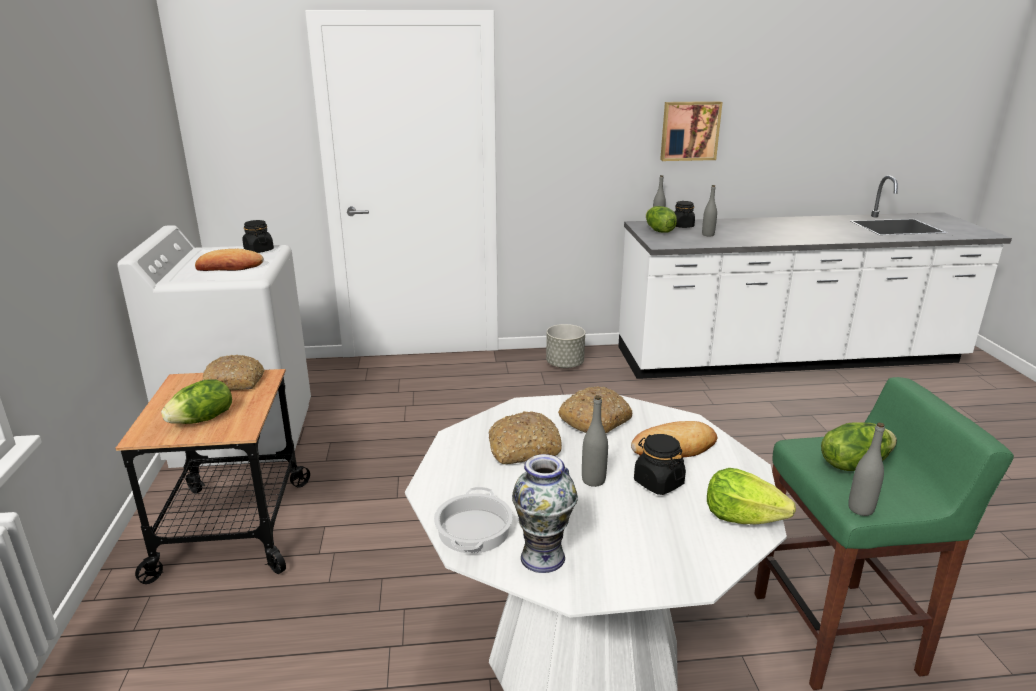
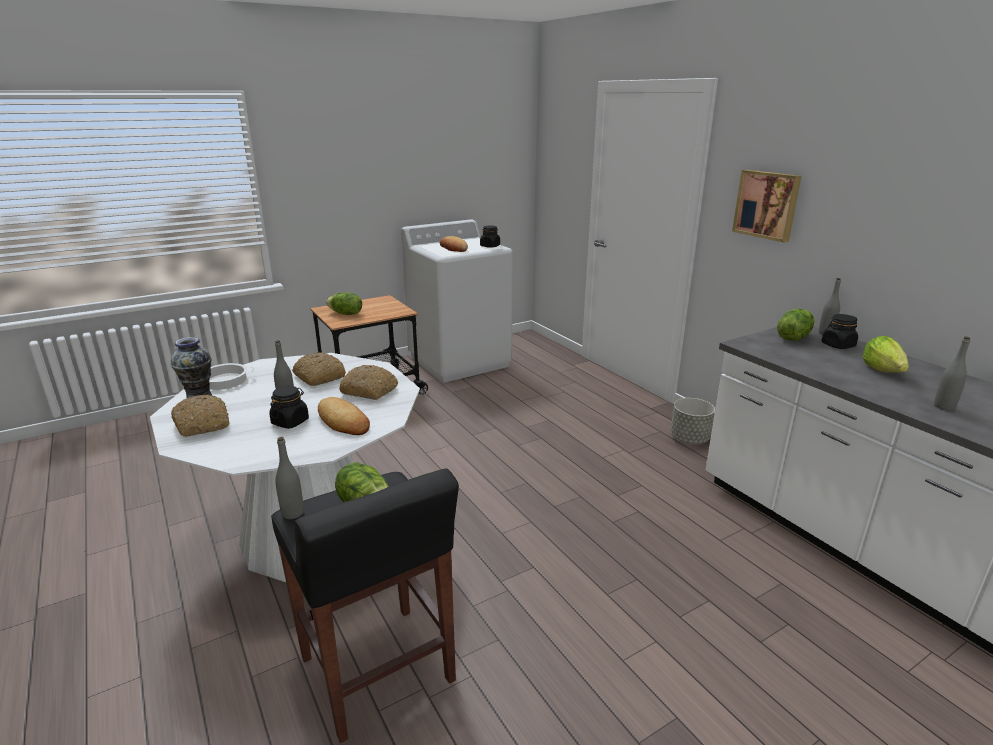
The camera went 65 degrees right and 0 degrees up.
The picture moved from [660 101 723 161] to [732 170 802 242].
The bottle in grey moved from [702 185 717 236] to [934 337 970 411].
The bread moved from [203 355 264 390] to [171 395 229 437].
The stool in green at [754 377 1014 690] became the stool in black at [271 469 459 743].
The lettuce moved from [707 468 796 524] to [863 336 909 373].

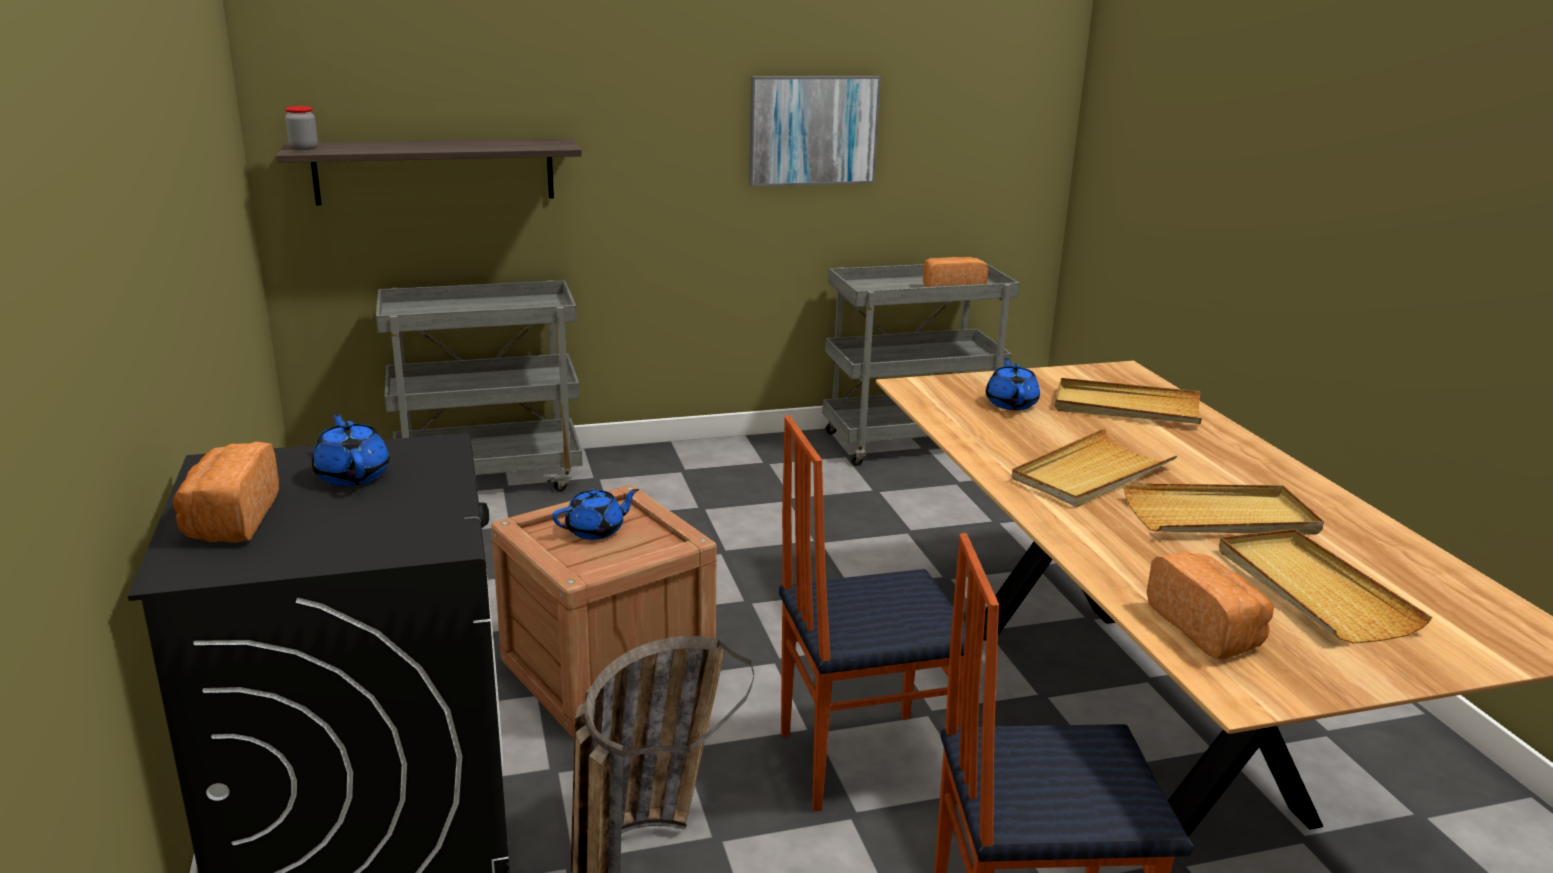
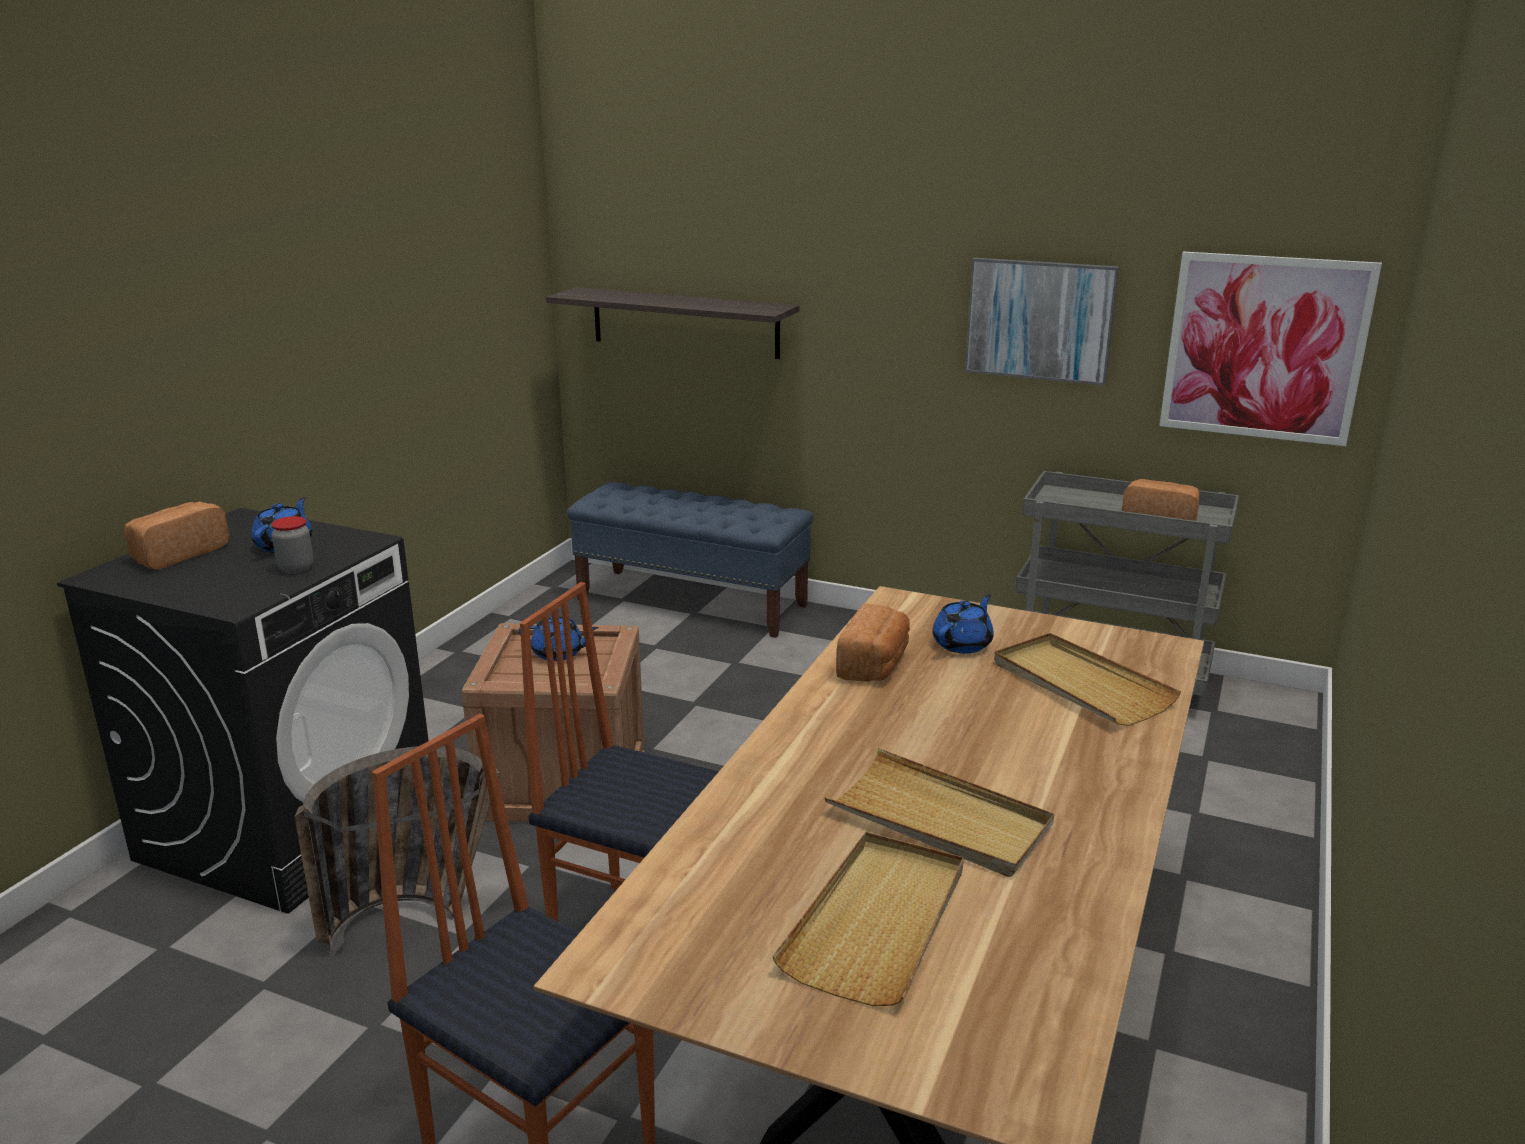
The camera went 40 degrees right and 0 degrees up.
The jar moved from [285 106 318 150] to [271 516 313 574].
The cart in grey at [376 280 582 491] was replaced by the bench in blue at [567 482 813 638].
The tray in beige at [1012 428 1178 507] disappeared.
The bread moved from [1147 552 1274 659] to [836 603 910 682].
The picture at [1159 252 1382 446] appeared.

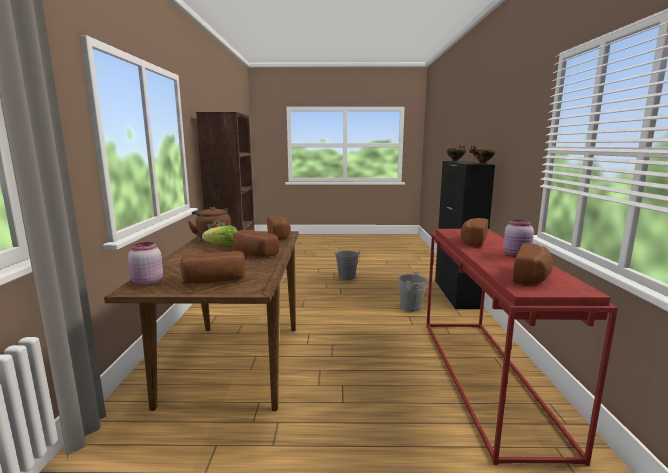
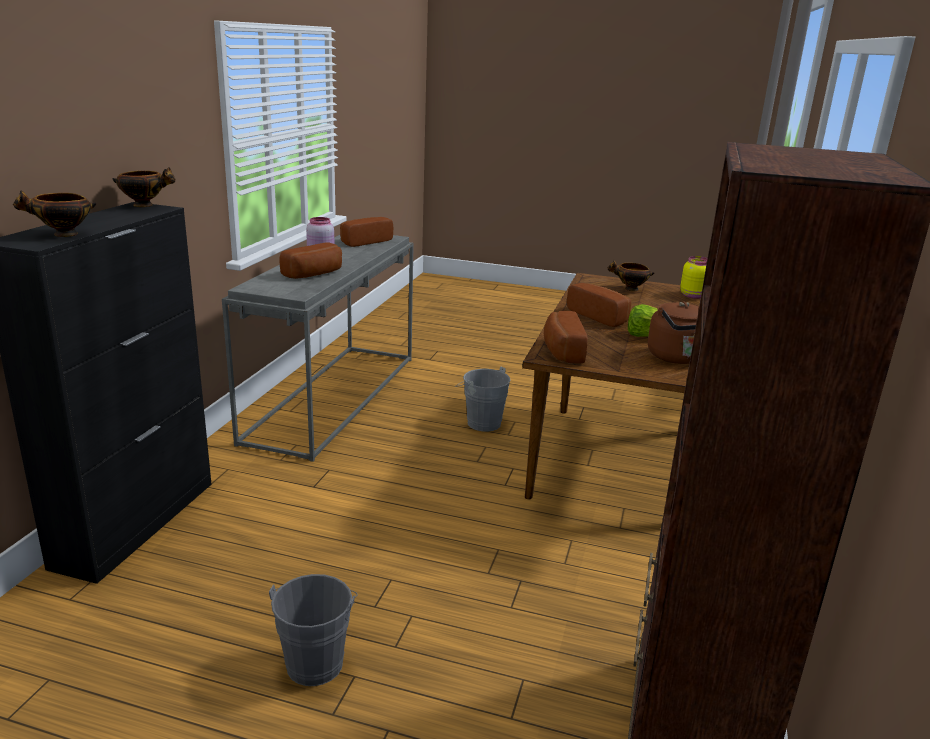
The camera went 165 degrees left and 10 degrees up.
The console table in red at [426 229 618 466] became the console table in grey at [222 235 414 462].
The jar in pink at [128 242 163 286] became the jar in yellow at [680 256 708 299].
The bread at [180 251 246 283] was replaced by the bowl at [608 260 655 291].
The bucket in grey moved from [398 272 432 312] to [455 366 511 432].

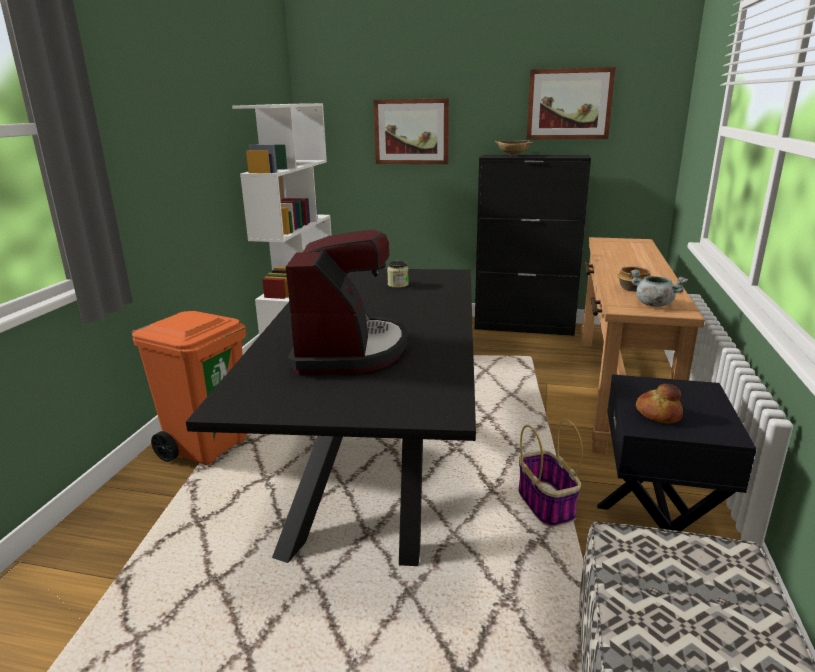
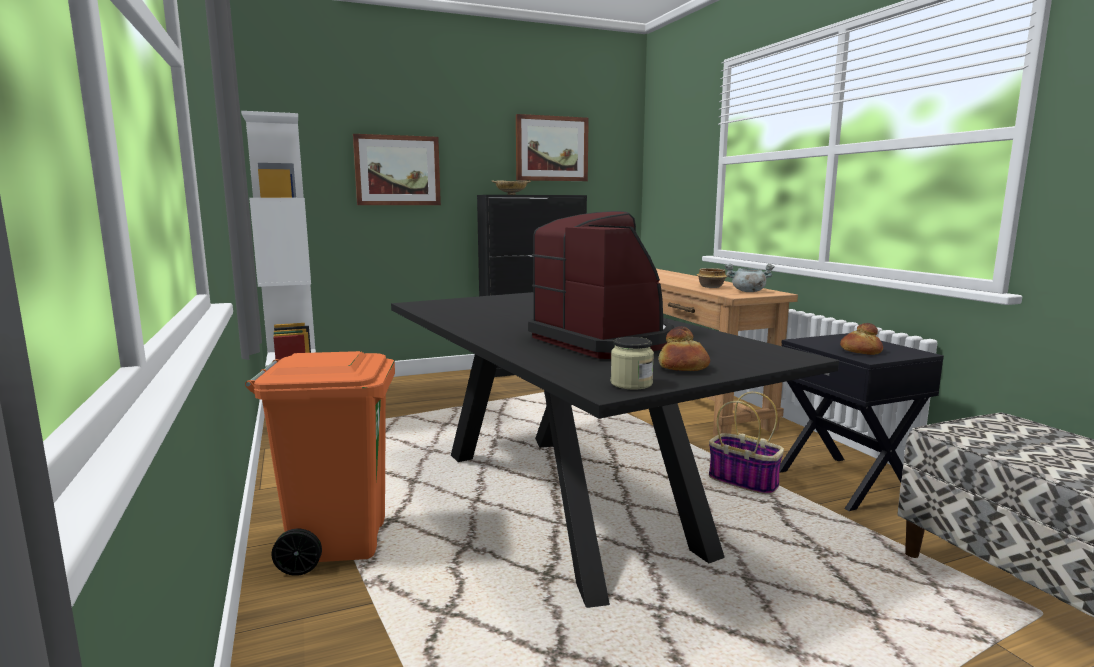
The camera went 35 degrees left and 10 degrees down.
The jar moved from [387 261 409 288] to [611 337 654 389].
The bread at [659 326 710 371] appeared.

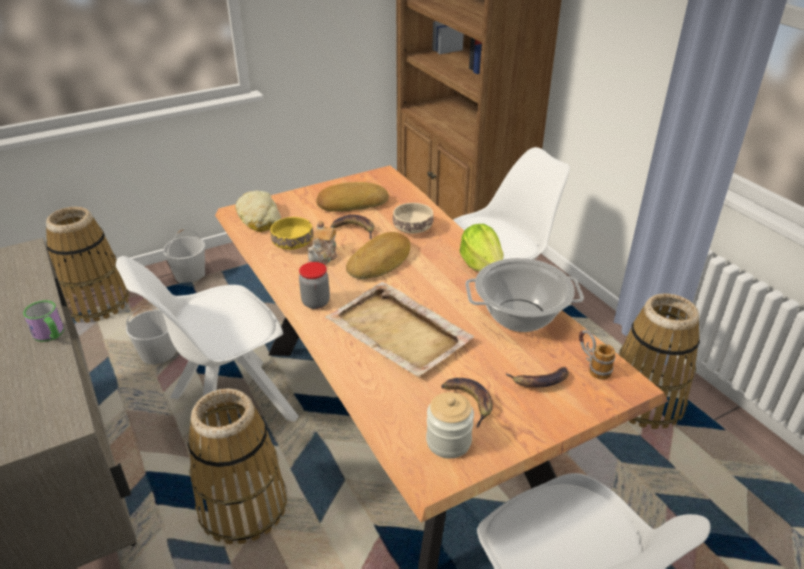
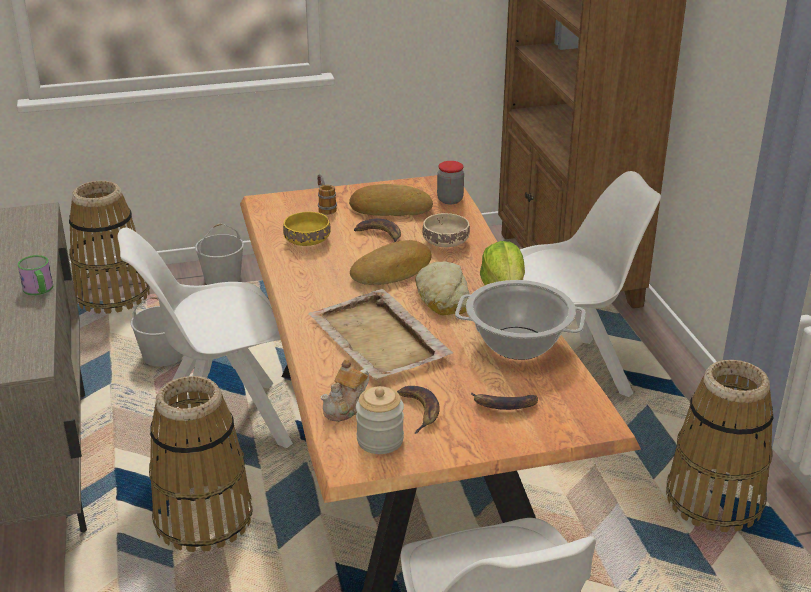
The camera went 15 degrees right and 5 degrees down.
The bread moved from [235 190 281 232] to [415 261 470 315].
The teapot moved from [307 221 337 265] to [321 359 369 422].
The jar moved from [299 262 330 309] to [437 161 464 204].
The mug moved from [579 330 615 380] to [317 174 337 215].

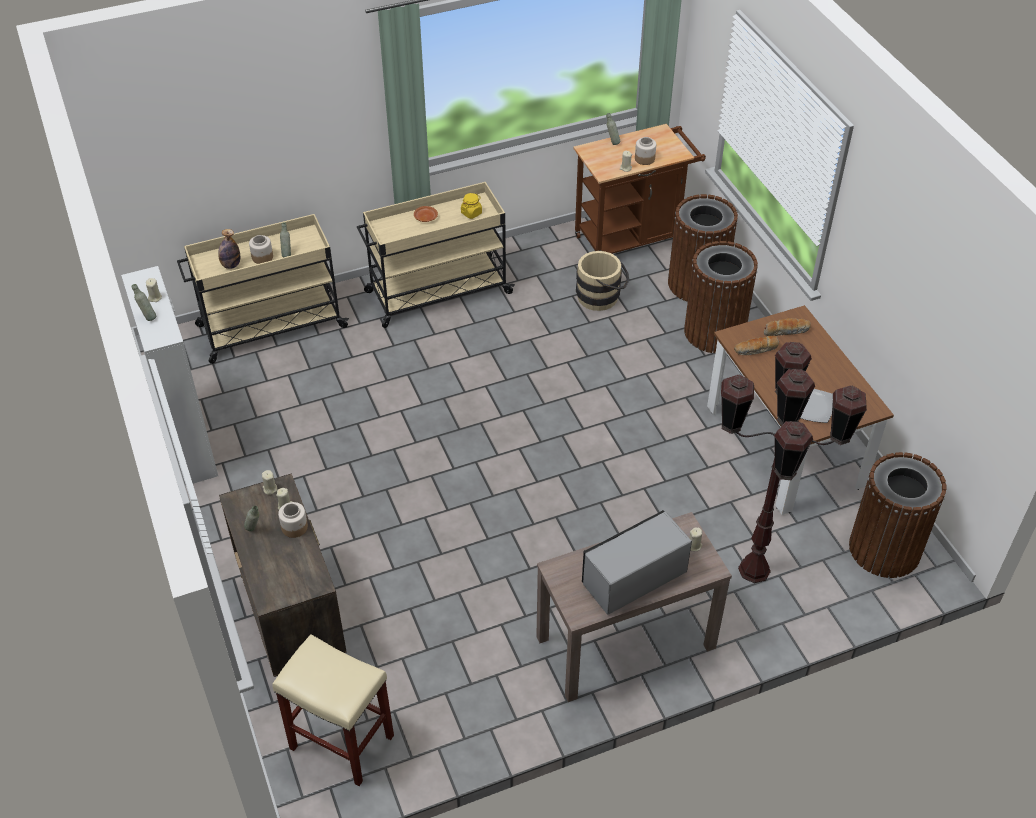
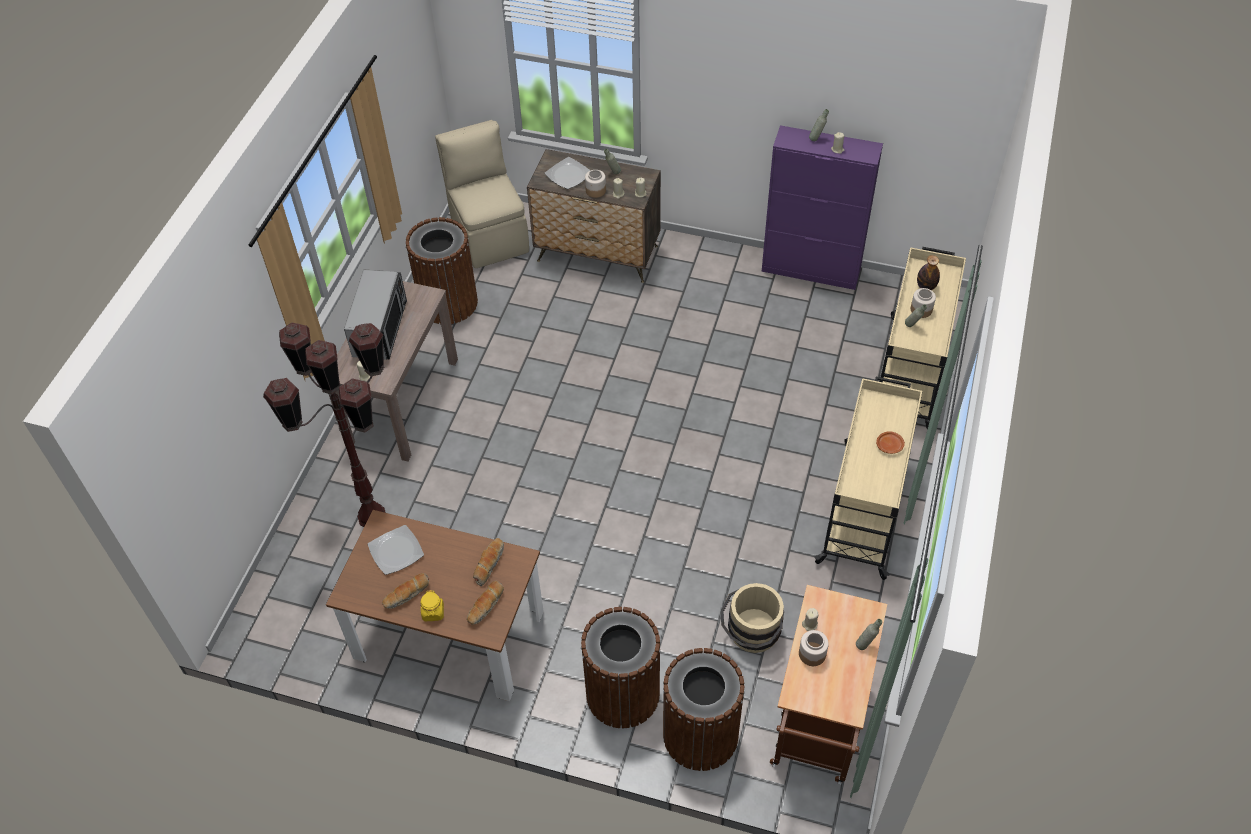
The camera went 130 degrees right and 5 degrees up.
The jar in yellow moved from [461 193 482 219] to [420 590 444 621].
The cabinet in white at [121 266 218 486] became the cabinet in purple at [762 125 883 290].
The trash can in brown moved from [849 452 947 578] to [406 217 478 324].
The stool in beige at [272 634 394 786] was replaced by the chair in beige at [435 120 529 268].
The plate at [545 157 590 189] appeared.
The bread at [382 573 429 609] appeared.

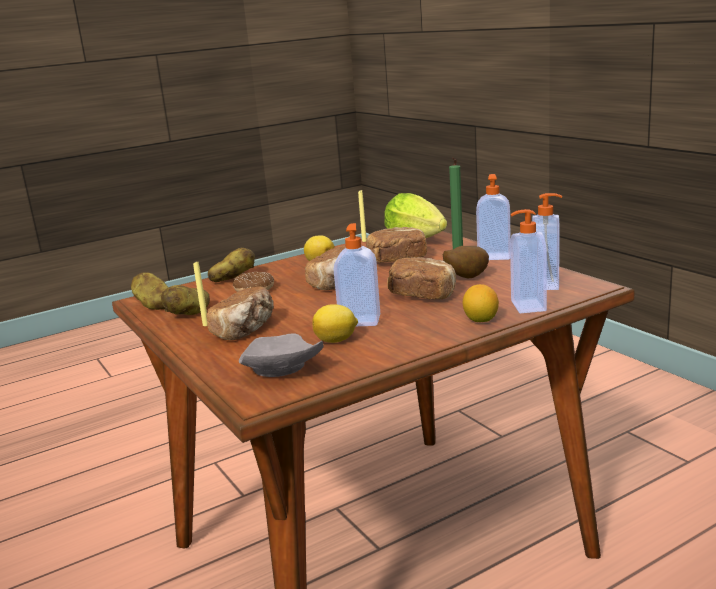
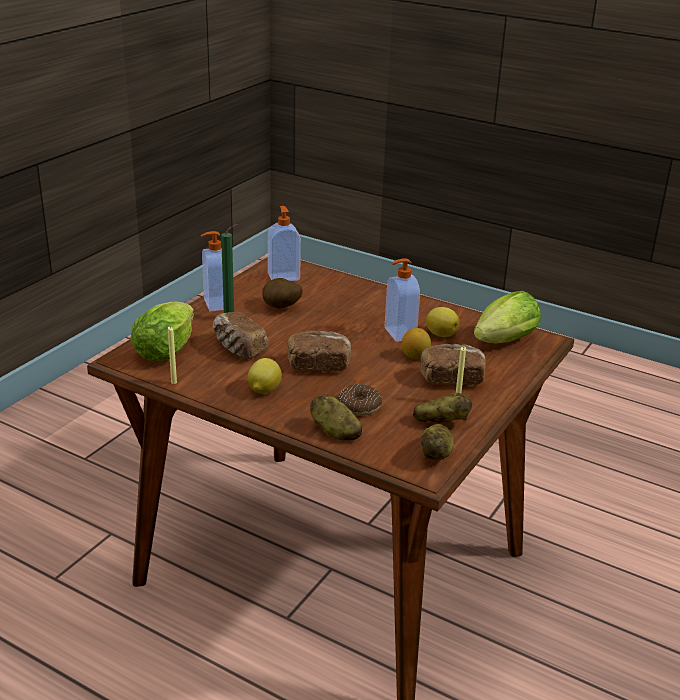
The camera went 120 degrees left and 10 degrees up.
The soap dispenser at [510 209 547 313] disappeared.
The bread at [387 257 456 299] disappeared.
The lemon moved from [463 284 499 322] to [402 328 431 359].
The plate in grey at [239 333 323 377] was replaced by the lettuce at [474 291 541 344].

